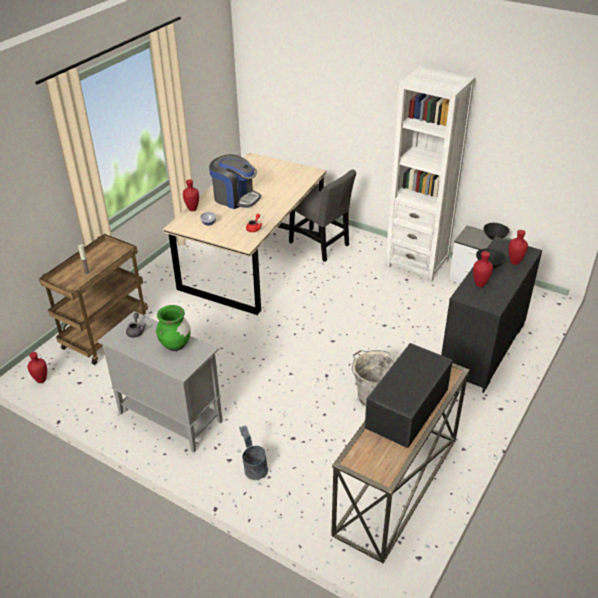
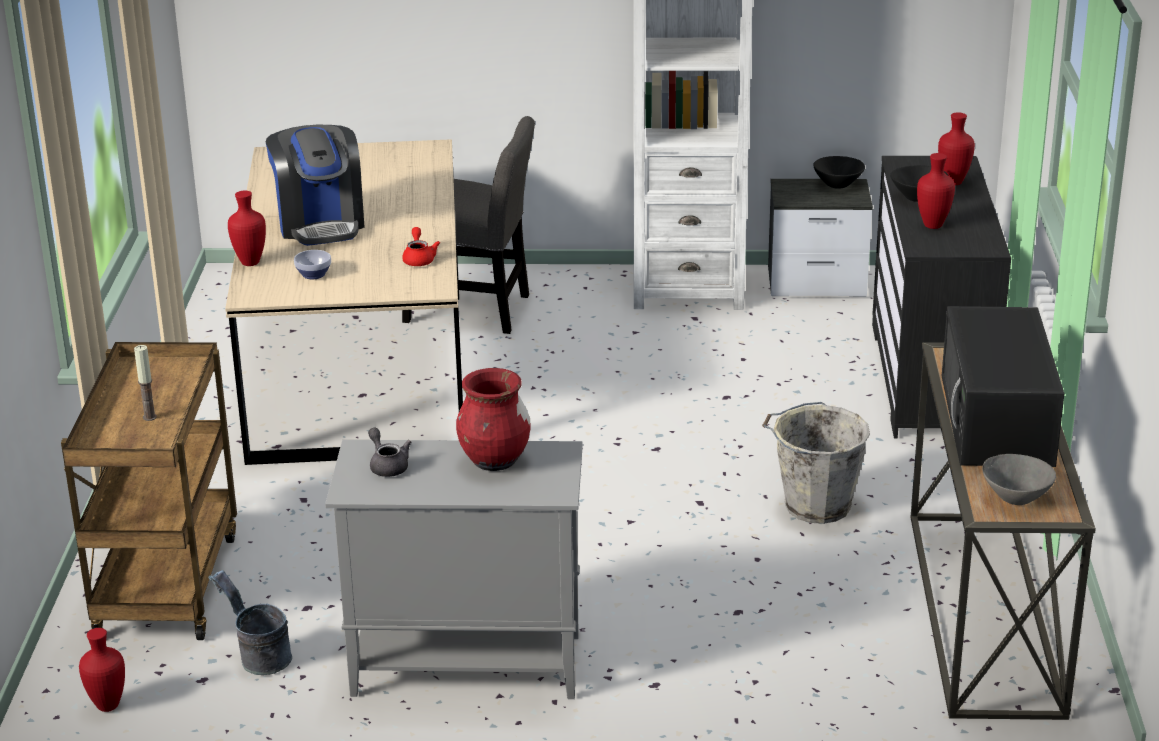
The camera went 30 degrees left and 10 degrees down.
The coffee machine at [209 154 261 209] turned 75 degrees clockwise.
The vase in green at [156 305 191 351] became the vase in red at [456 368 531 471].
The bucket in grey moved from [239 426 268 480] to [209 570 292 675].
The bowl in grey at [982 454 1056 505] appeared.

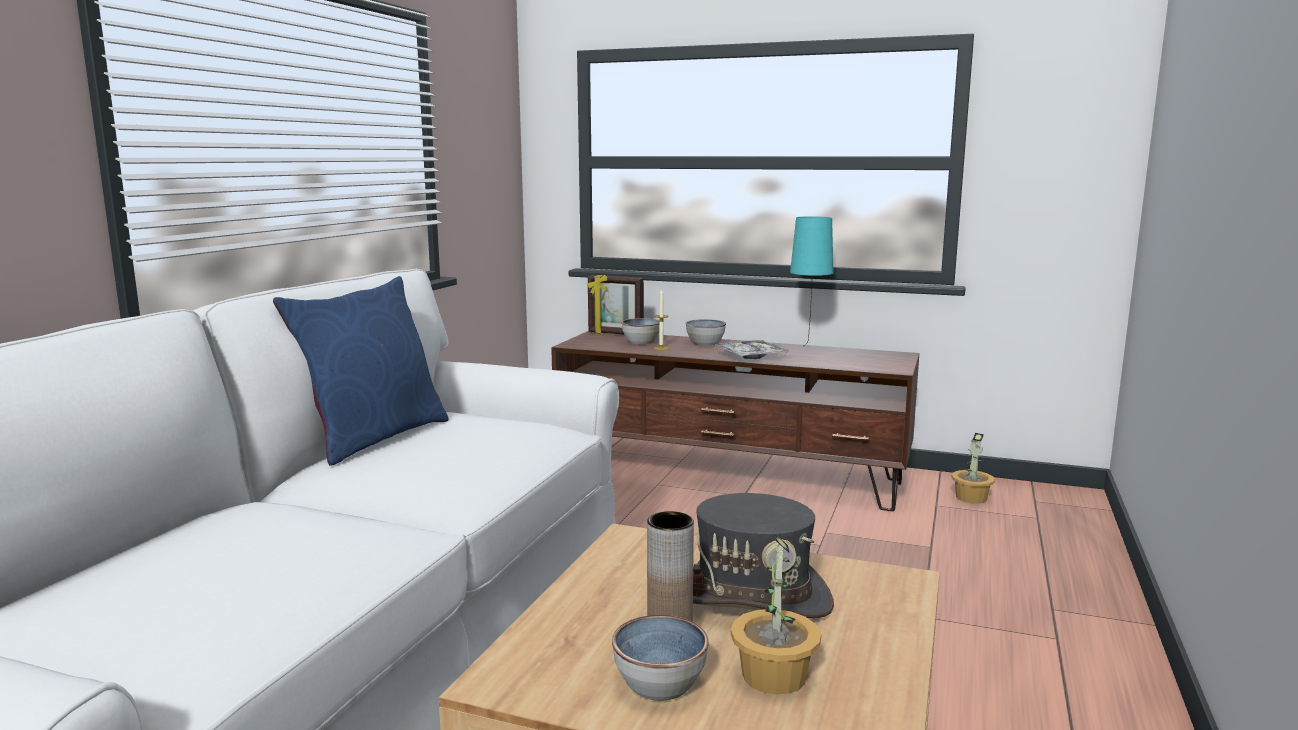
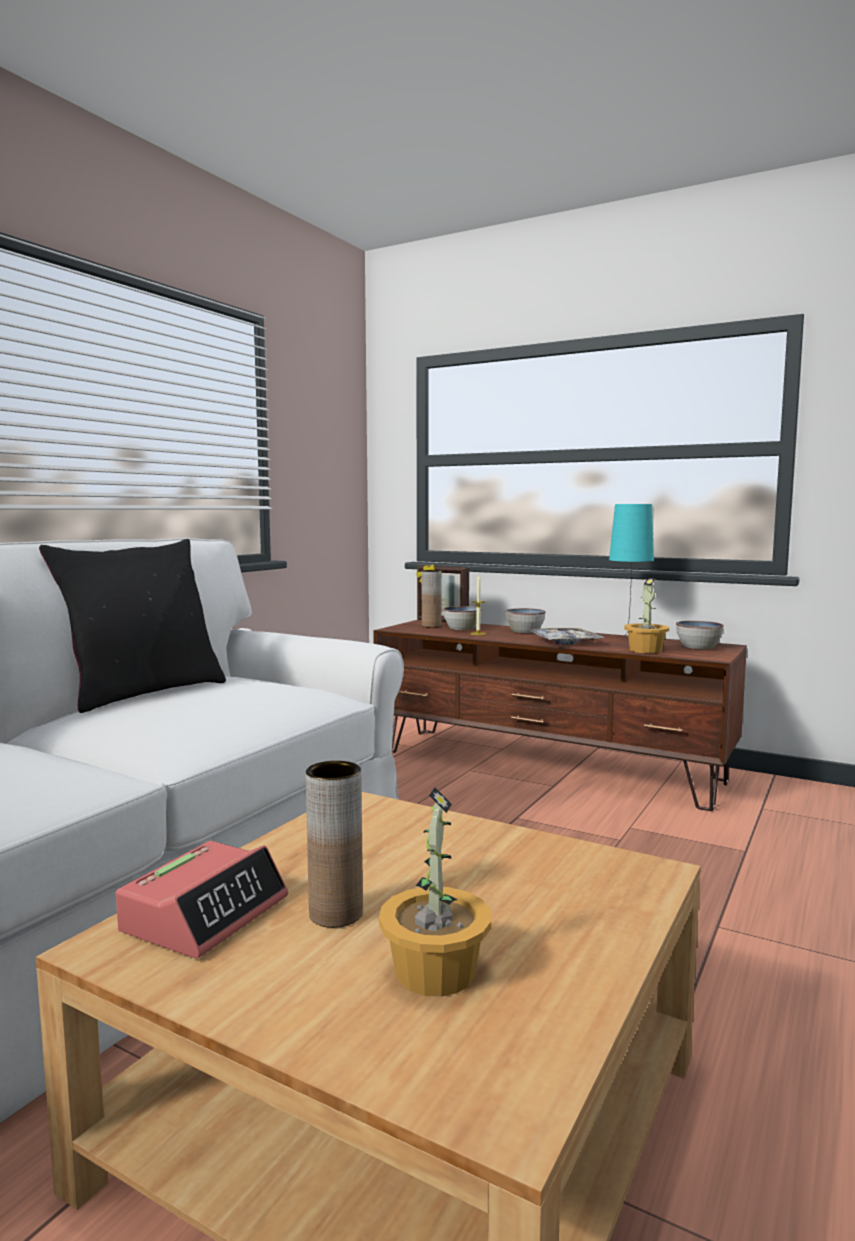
The camera went 10 degrees right and 5 degrees down.
The pillow in blue at [273 276 449 466] became the pillow in black at [39 539 226 713].
The potted plant moved from [952 433 995 504] to [624 578 669 653].
The hat in grey at [693 493 834 618] disappeared.
The bowl moved from [612 615 709 701] to [676 621 724 649].
The vase in brown at [422 570 442 628] appeared.
The alarm clock at [116 841 288 959] appeared.

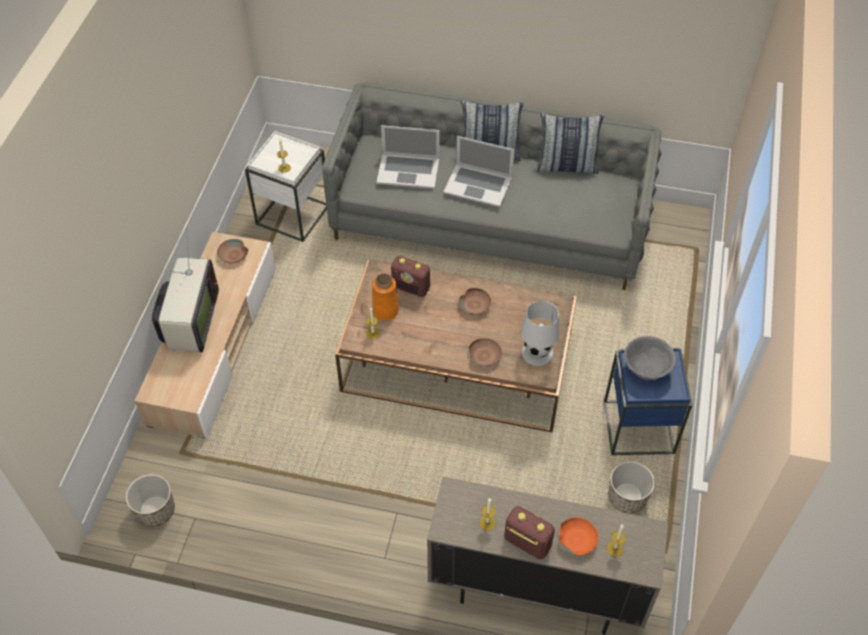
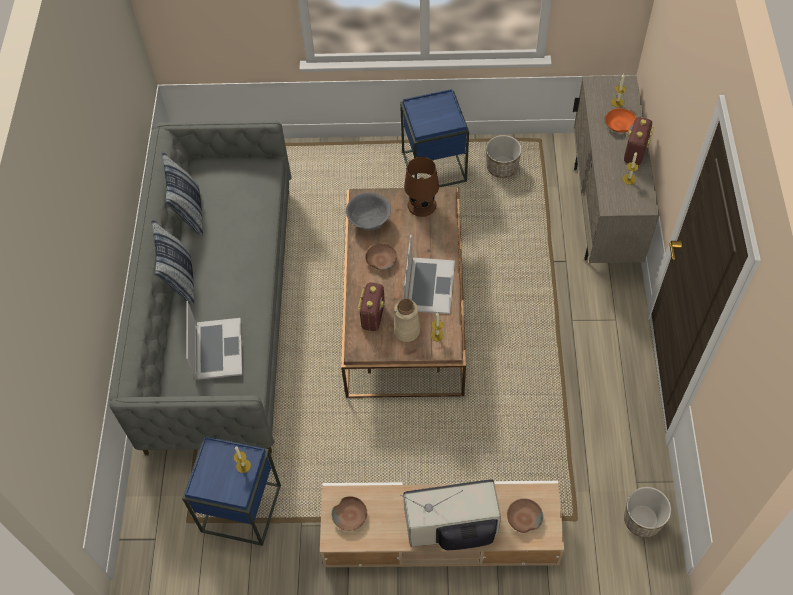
The camera went 100 degrees left and 5 degrees up.
The side table in white at [245 131 327 242] became the side table in blue at [182 436 281 546].
The laptop moved from [444 136 514 207] to [404 235 455 314].
The vase in orange at [372 273 399 320] became the vase in beige at [394 299 420 342].
The table lamp in white at [521 301 559 366] became the table lamp in brown at [404 157 439 217].
The bowl in grey moved from [624 336 676 380] to [346 192 391 231].
The bowl in brown moved from [469 338 502 367] to [507 499 543 533].

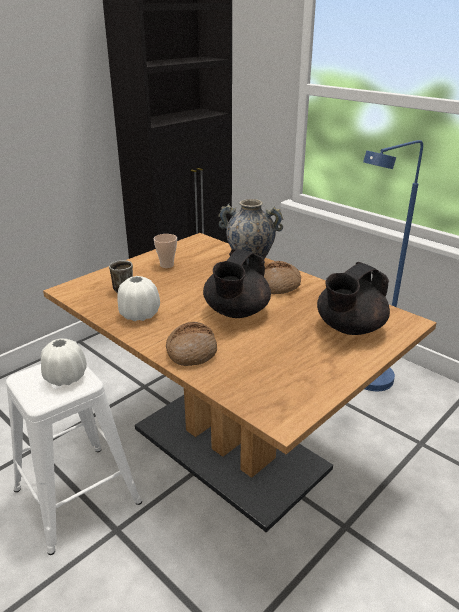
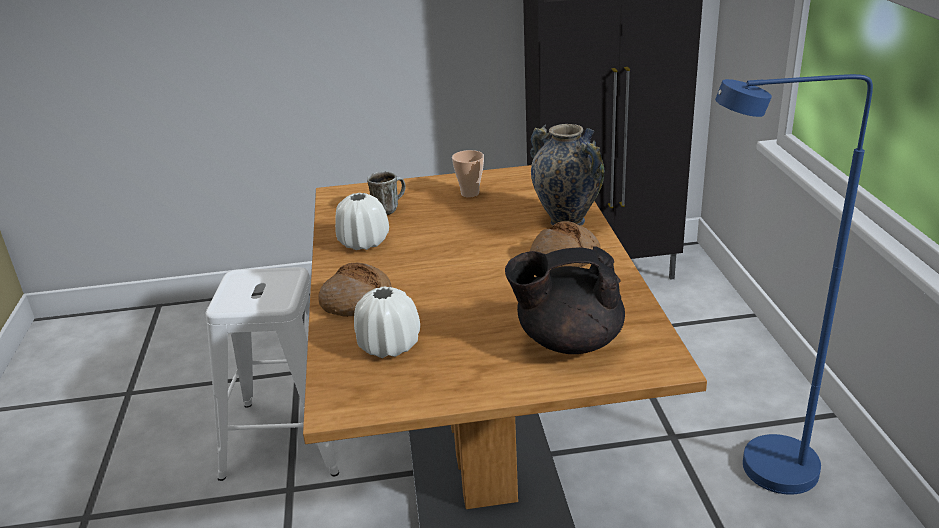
The camera went 40 degrees right and 0 degrees up.
The teapot in black at [203 249 271 318] disappeared.
The vase in white moved from [41 338 87 386] to [354 287 420 358].

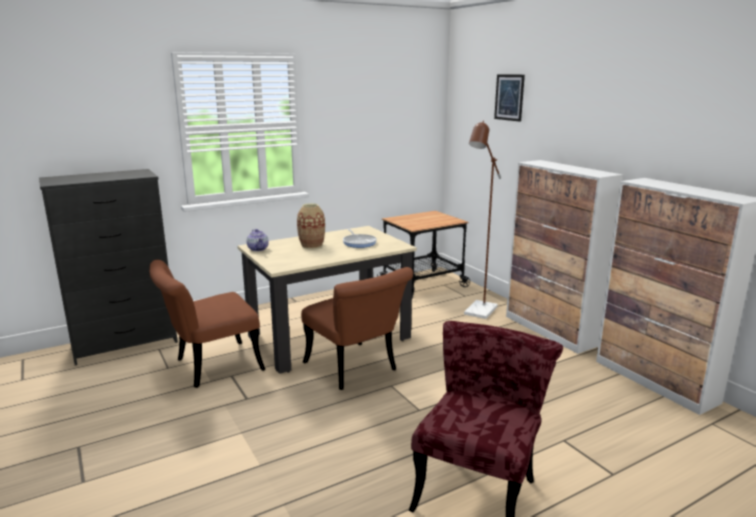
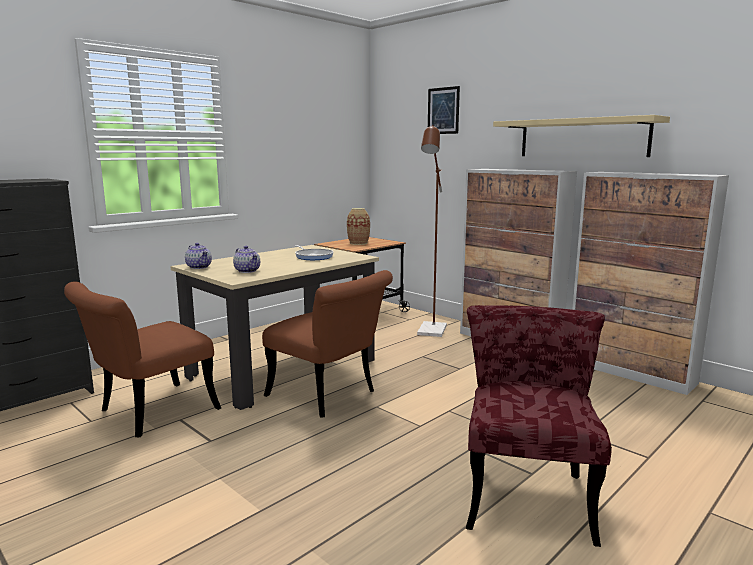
The camera went 15 degrees left and 5 degrees down.
The vase moved from [297 203 325 249] to [347 208 370 245].
The shelf in beige at [493 115 670 157] appeared.
The teapot at [233 246 260 273] appeared.

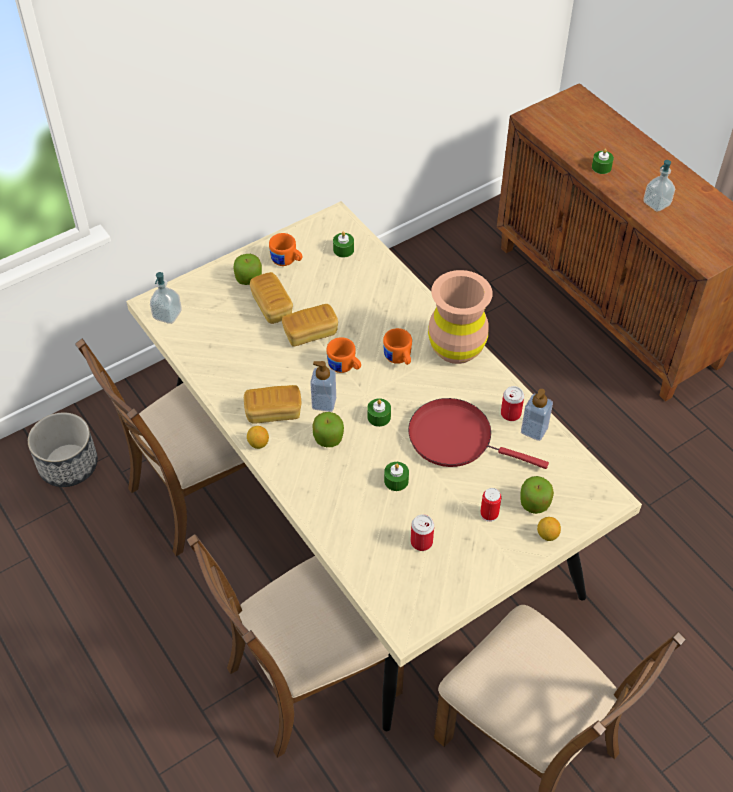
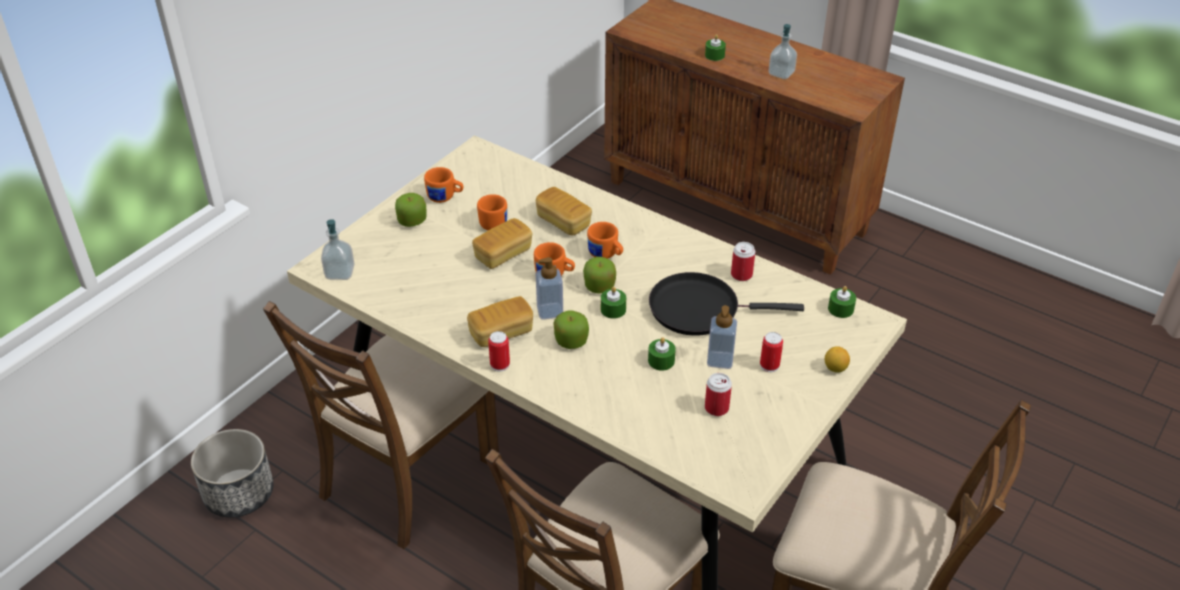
The camera went 20 degrees left and 10 degrees down.
The candle in green moved from [333 232 354 258] to [828 286 856 318].
The vase in brown at [428 270 493 364] disappeared.
The bread moved from [250 272 293 324] to [536 187 592 235].
The soap dispenser moved from [521 389 553 441] to [707 305 737 369].
The frying pan in red at [408 398 549 469] became the frying pan in black at [649 272 804 336].
The lemon at [247 426 269 449] was replaced by the can at [488 331 510 372].
The apple moved from [520 476 554 514] to [583 257 616 293].
The mug in orange at [477 194 507 230] appeared.

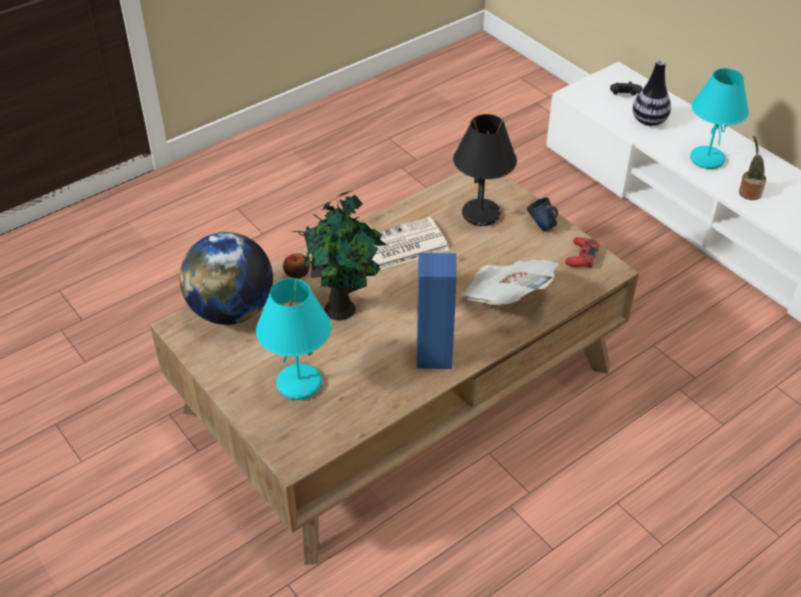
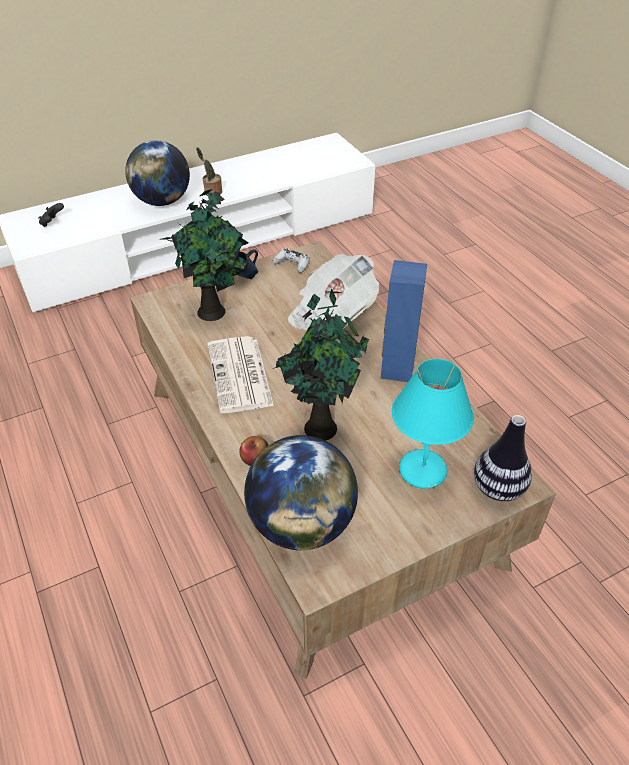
The camera went 80 degrees left and 0 degrees up.
The vase moved from [633 60 671 126] to [474 415 532 501].
The table lamp in turquoise at [690 68 749 169] was replaced by the globe at [125 140 190 206].
The table lamp in black at [453 114 517 226] was replaced by the potted plant at [160 189 248 321].
The game controller in red at [565 237 599 268] became the game controller in white at [272 248 310 273].

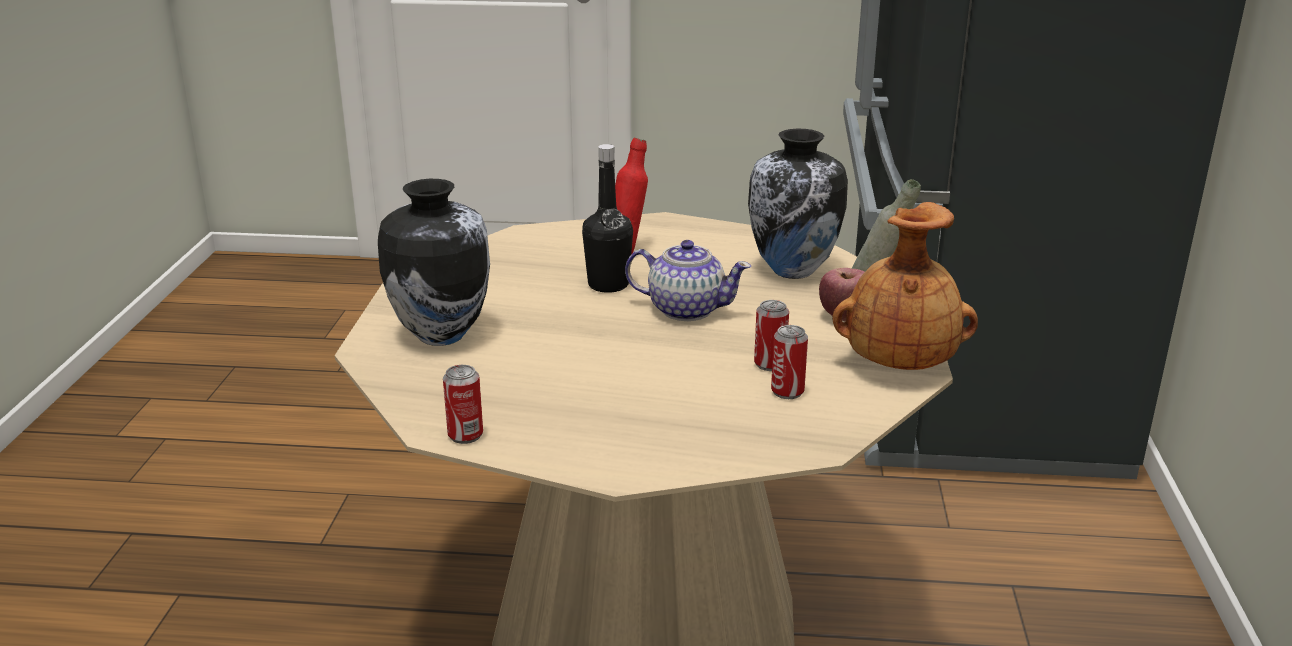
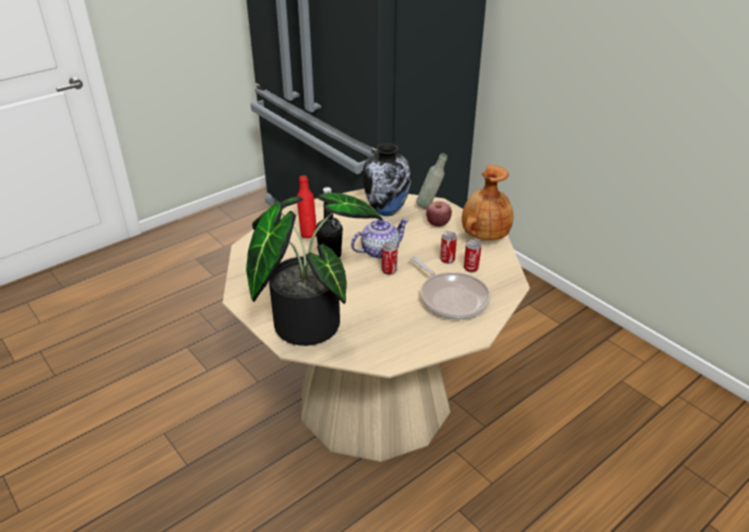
The camera went 45 degrees left and 10 degrees up.
The vase at [378 179 490 346] was replaced by the potted plant at [246 193 383 346].
The can moved from [443 365 483 444] to [382 242 398 275].
The frying pan at [411 256 491 320] appeared.

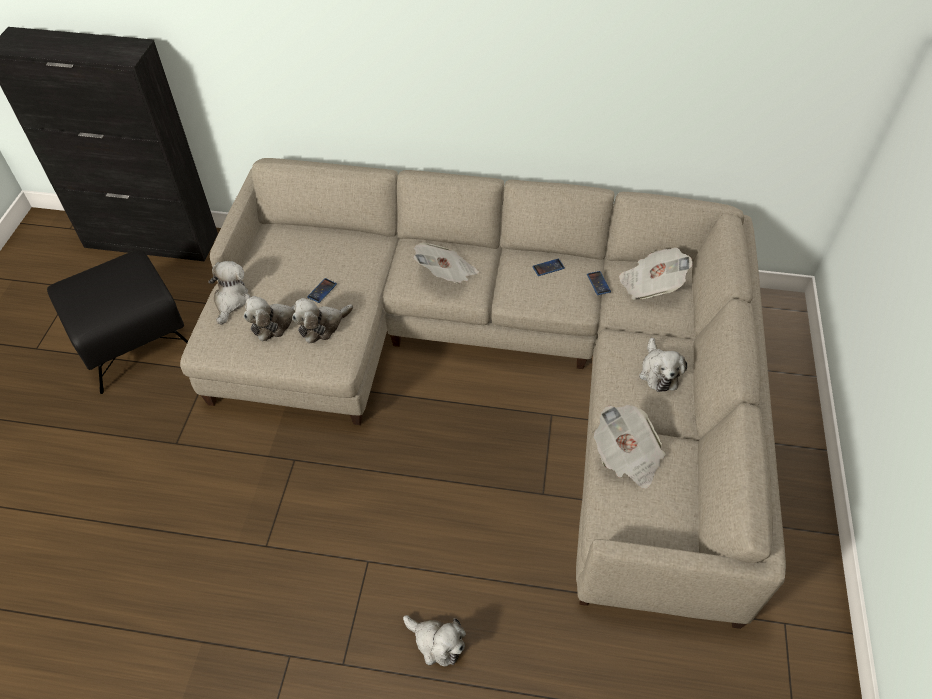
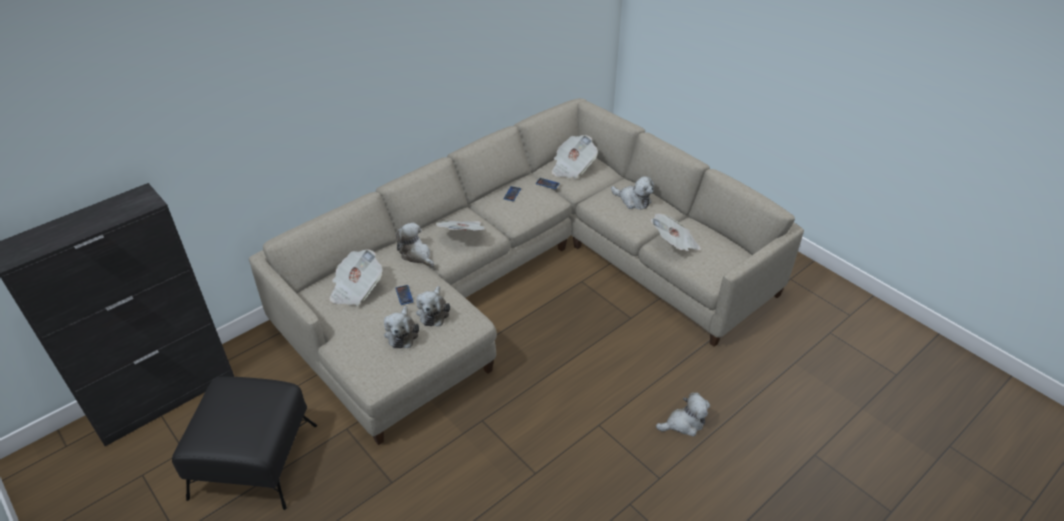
The camera went 50 degrees left and 10 degrees down.
The plush toy moved from [208 261 250 325] to [396 222 434 267].
The newspaper at [329 249 382 306] appeared.

